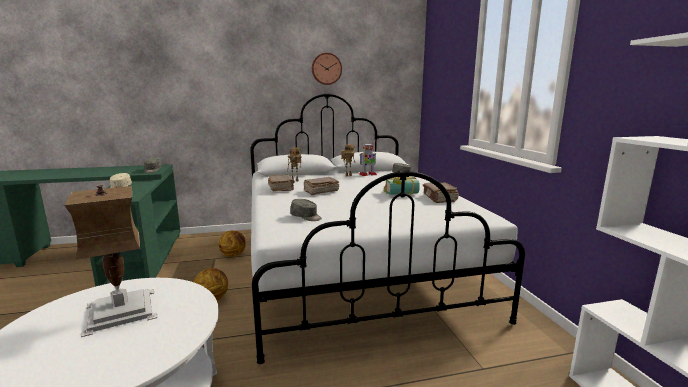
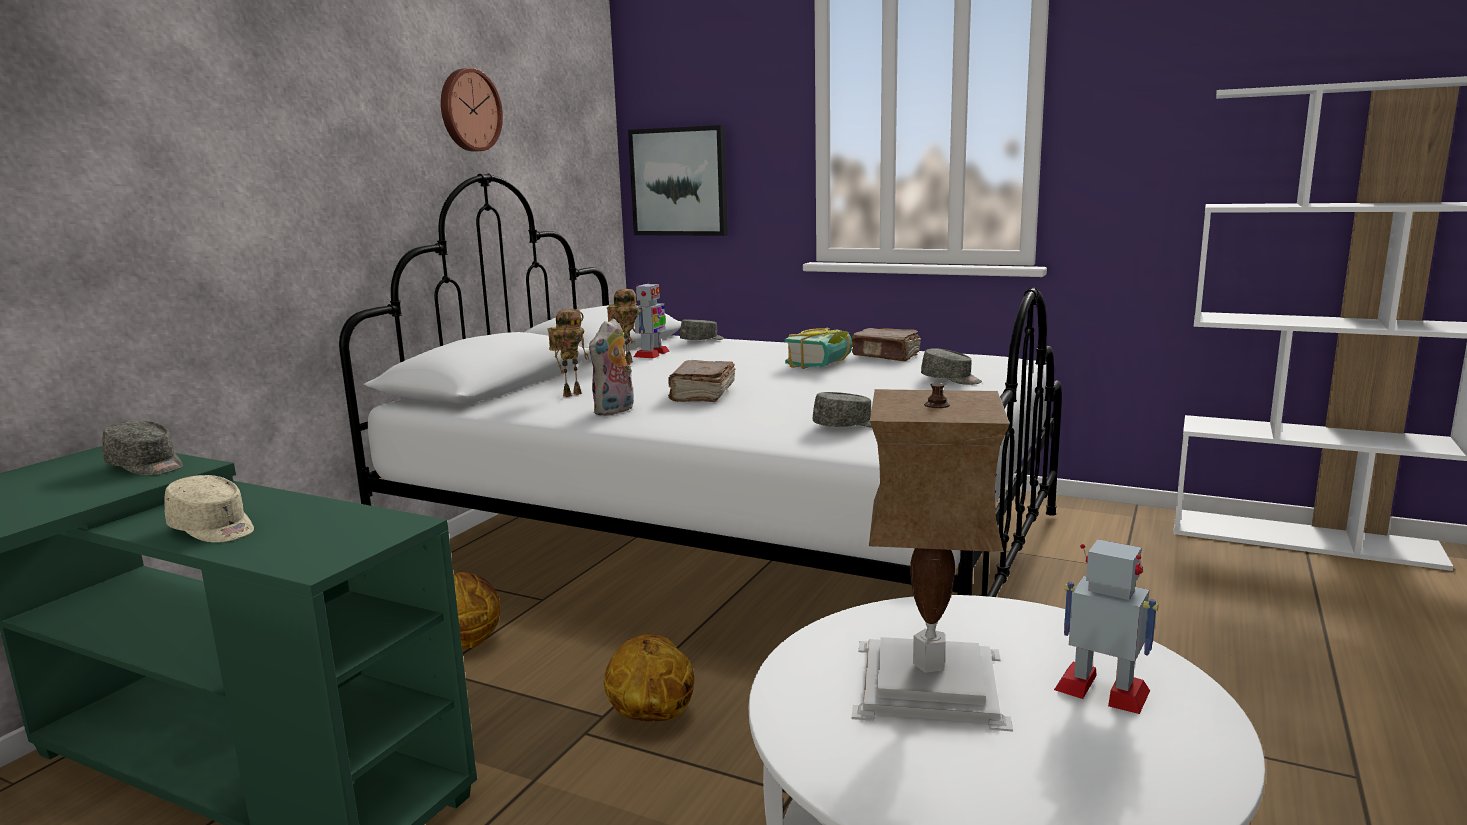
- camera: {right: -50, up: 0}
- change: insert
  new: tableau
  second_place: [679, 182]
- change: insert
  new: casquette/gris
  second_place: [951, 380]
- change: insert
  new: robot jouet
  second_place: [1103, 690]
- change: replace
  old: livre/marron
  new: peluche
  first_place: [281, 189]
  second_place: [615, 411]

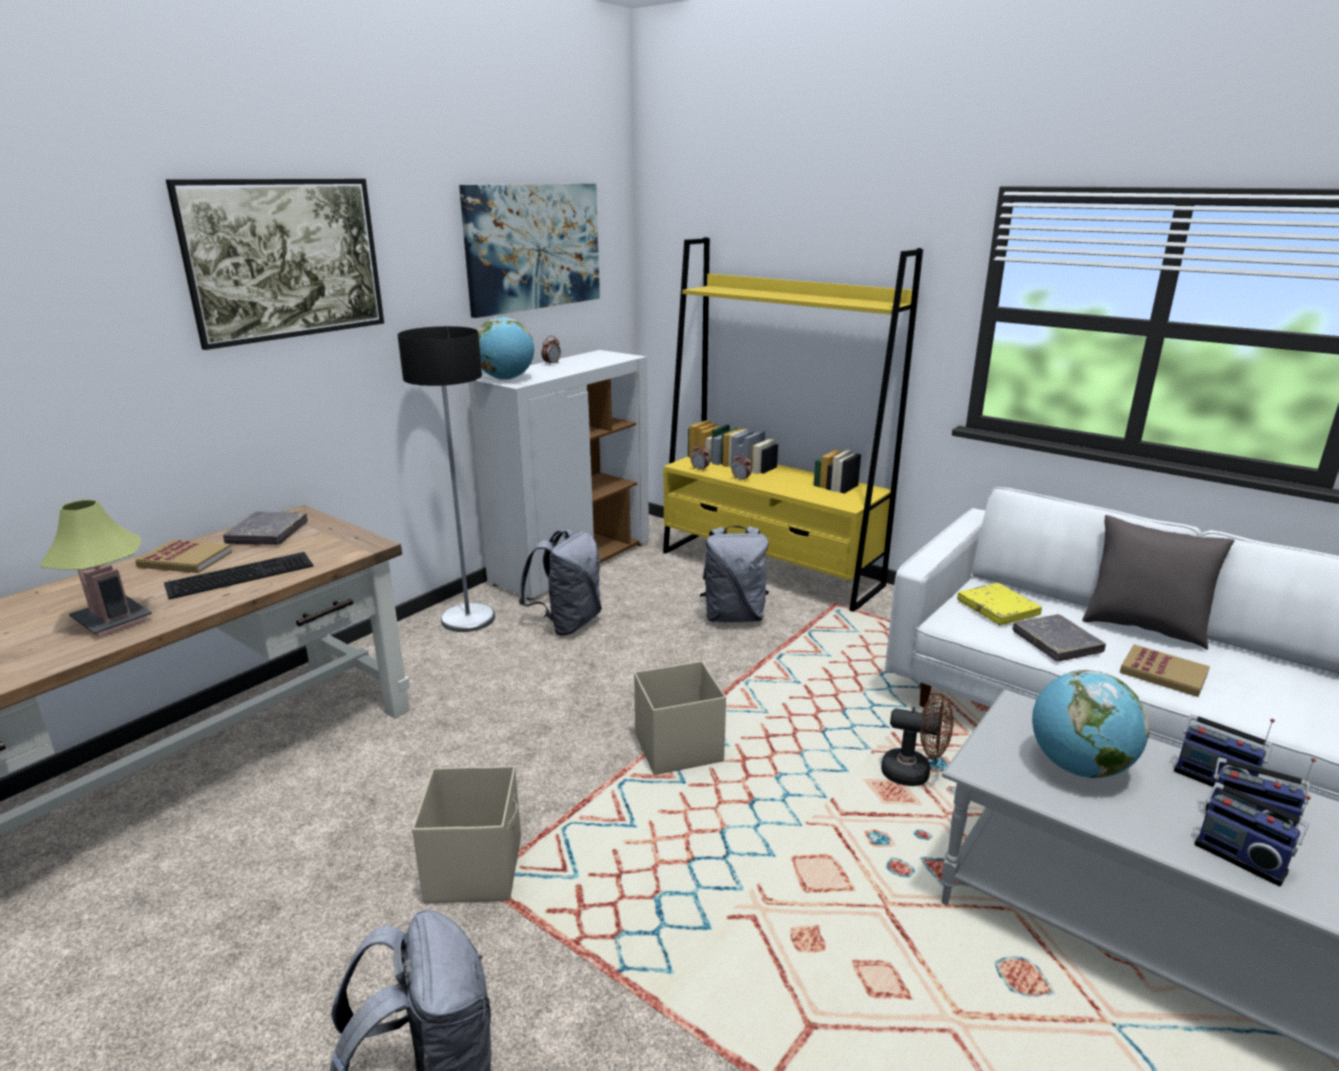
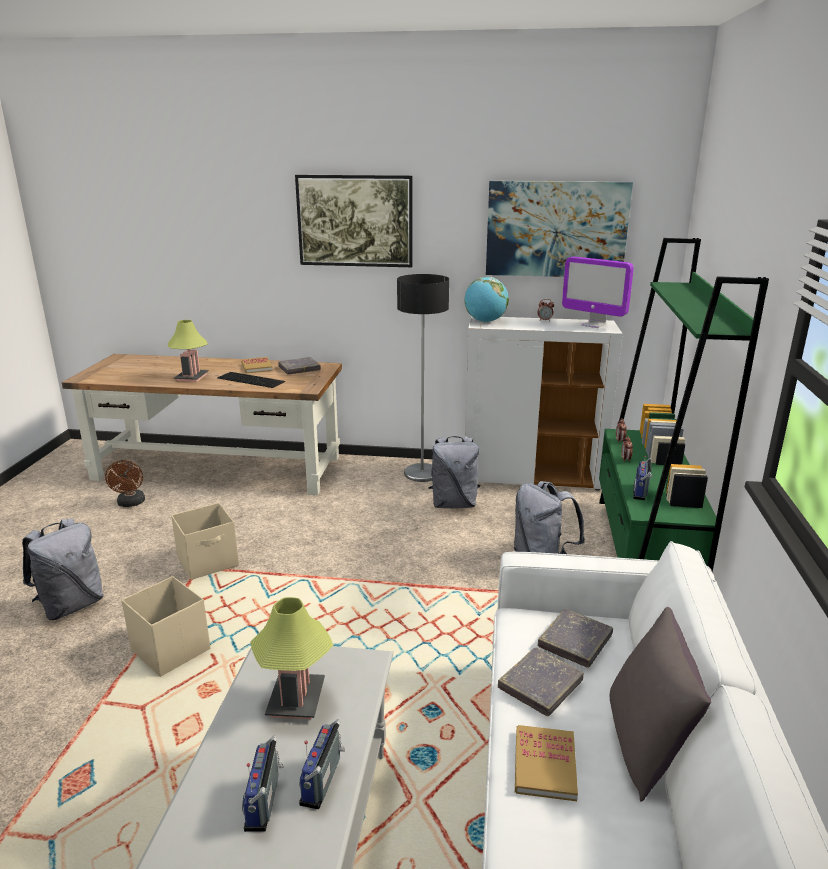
- camera: {right: 60, up: 0}
- change: insert
  new: écran d'ordinateur
  second_place: [593, 325]
- change: move
  old: boîte de rangement/beige
  first_place: [677, 748]
  second_place: [170, 649]
- change: move
  old: ventilateur/marron
  first_place: [914, 773]
  second_place: [131, 503]
- change: move
  old: radio
  first_place: [1241, 856]
  second_place: [641, 492]
- change: replace
  old: globe
  new: lampe de table
  first_place: [1078, 767]
  second_place: [296, 700]
- change: recolor
  old: bibliothèque/jaune
  new: bibliothèque/vert
  first_place: [770, 569]
  second_place: [643, 554]
- change: recolor
  old: livre/jaune
  new: livre/gris
  first_place: [997, 608]
  second_place: [575, 641]

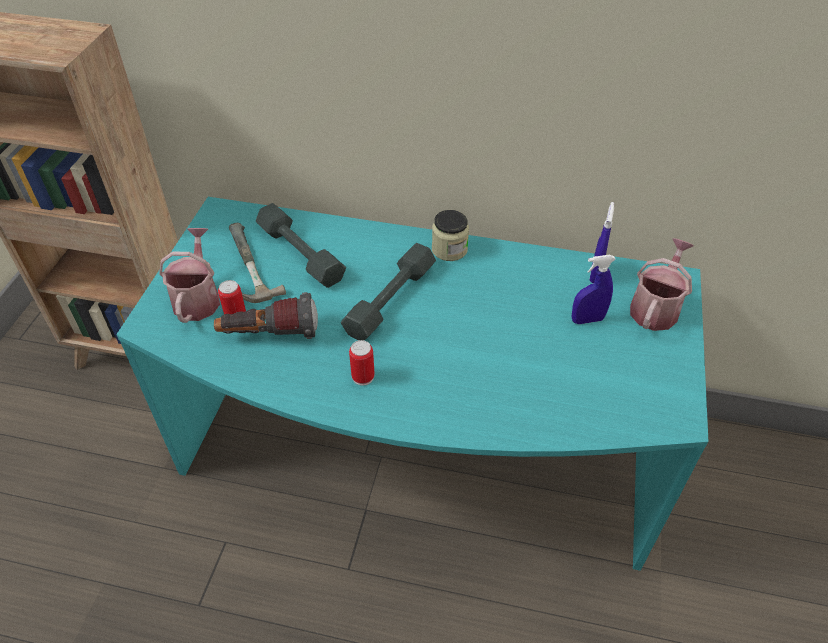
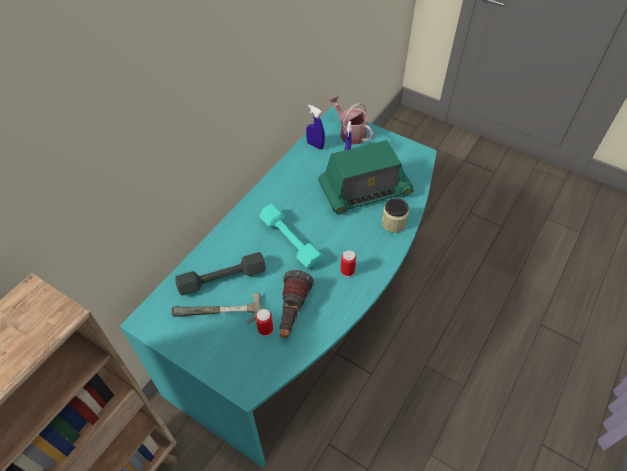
- camera: {right: -70, up: 5}
- change: delete
  old: arrosoir
  first_place: [198, 298]
- change: insert
  new: radio
  second_place: [364, 191]
- change: move
  old: bocal
  first_place: [449, 249]
  second_place: [393, 223]
- change: recolor
  old: haltère/gris
  new: haltère/turquoise
  first_place: [390, 299]
  second_place: [290, 241]

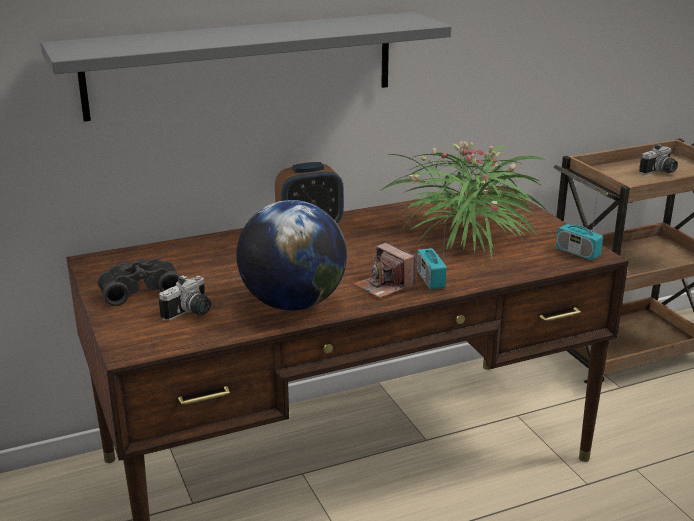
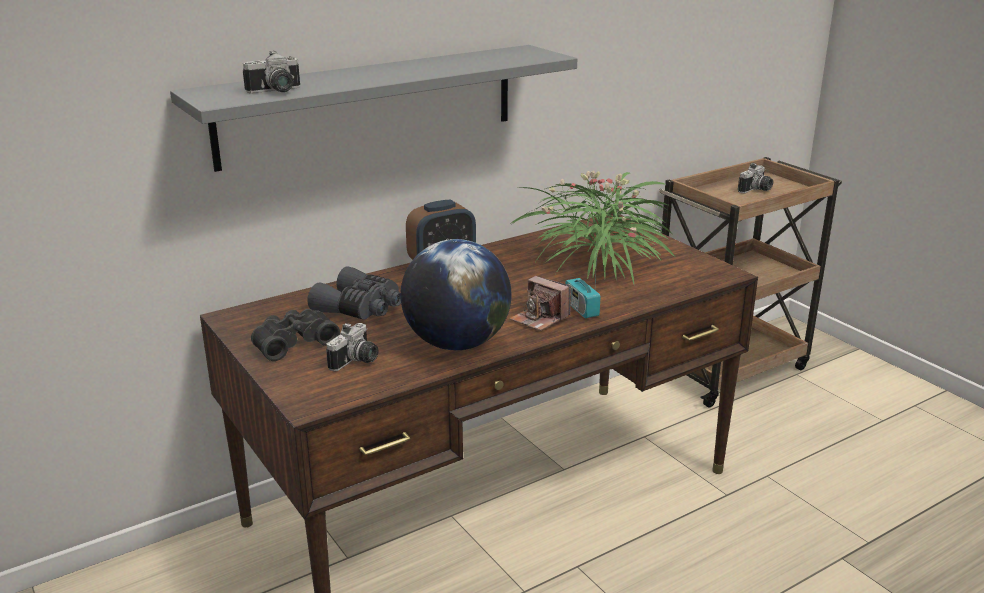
- camera: {right: -10, up: 0}
- change: delete
  old: radio
  first_place: [577, 252]
- change: insert
  new: appareil photo
  second_place: [276, 91]
- change: insert
  new: jumelles/gris
  second_place: [360, 308]

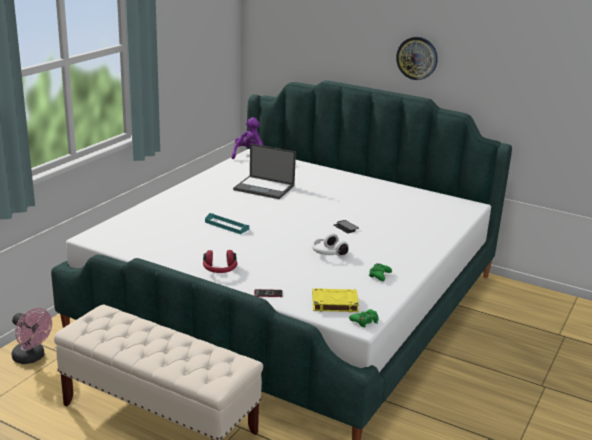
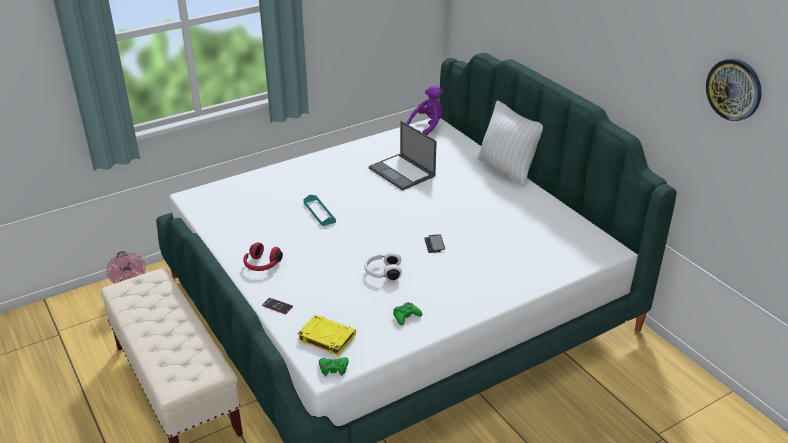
- camera: {right: 30, up: 10}
- change: insert
  new: coussin/blanc
  second_place: [506, 170]
- change: move
  old: horloge murale
  first_place: [417, 58]
  second_place: [734, 89]

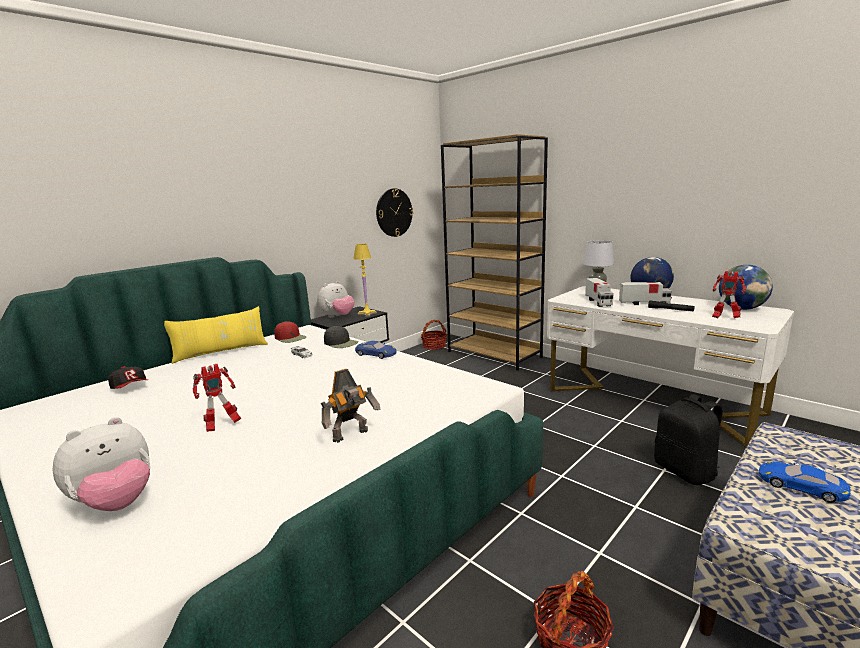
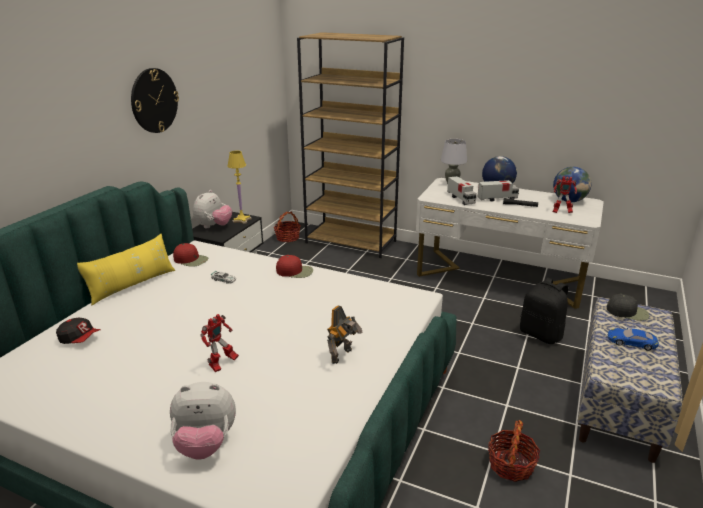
- camera: {right: -20, up: 10}
- change: move
  old: casquette/noir
  first_place: [341, 343]
  second_place: [627, 312]
- change: move
  old: horloge murale
  first_place: [394, 212]
  second_place: [154, 100]
- change: replace
  old: petite voiture/bleu
  new: casquette/rouge
  first_place: [376, 354]
  second_place: [295, 271]
- change: rotate
  old: peluche
  first_place: [116, 503]
  second_place: [205, 444]
  degrees: 60

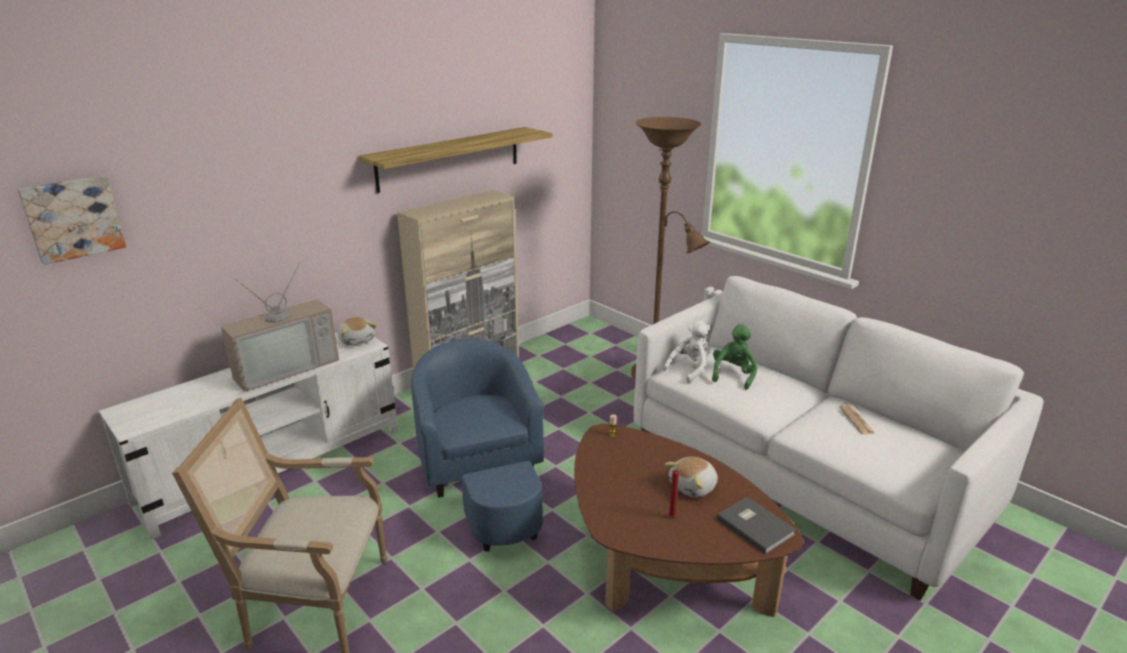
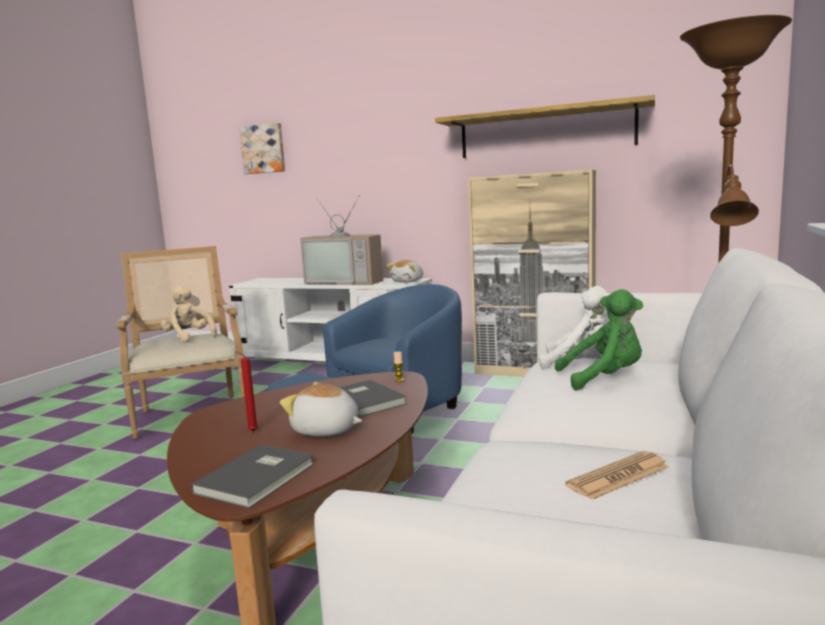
- camera: {right: 65, up: -15}
- change: insert
  new: peluche/beige
  second_place: [189, 337]
- change: insert
  new: livre/gris
  second_place: [366, 400]

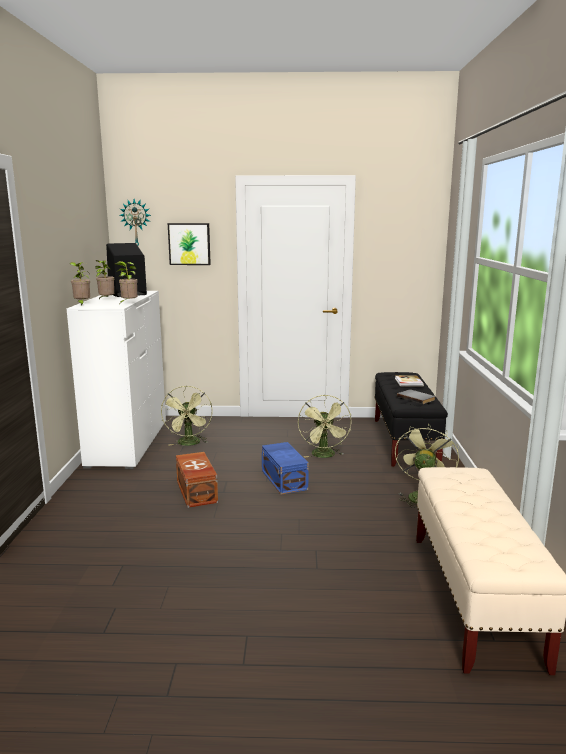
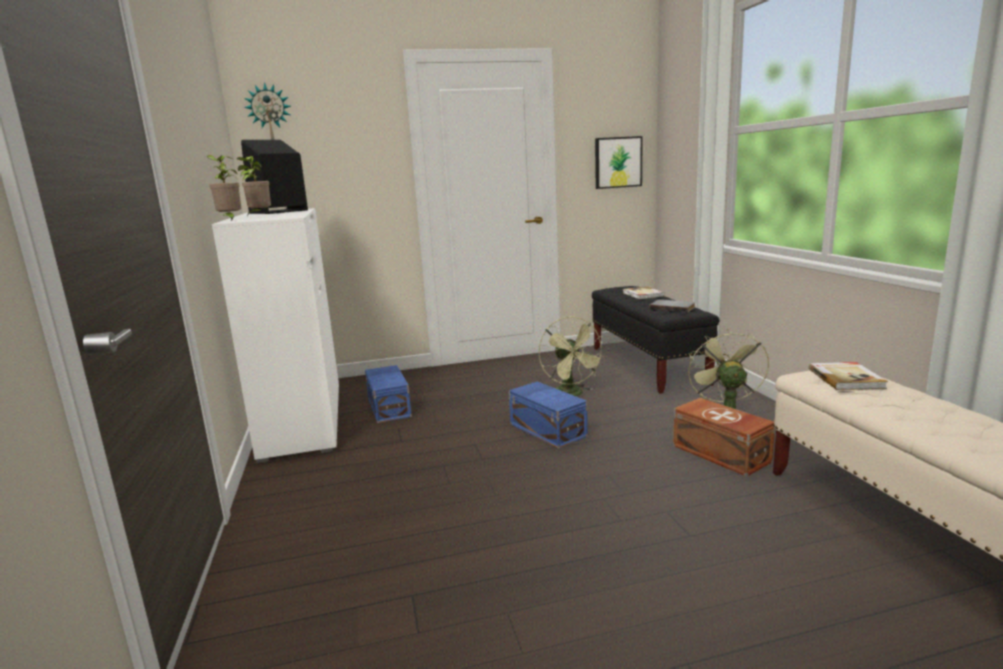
- camera: {right: -15, up: 0}
- change: delete
  old: plante en pot
  first_place: [128, 303]
- change: insert
  new: livre
  second_place: [846, 378]
- change: move
  old: tableau
  first_place: [189, 244]
  second_place: [617, 162]
- change: move
  old: boîte de rangement/marron
  first_place: [196, 492]
  second_place: [721, 454]
- change: replace
  old: ventilateur/vert
  new: boîte de rangement/bleu
  first_place: [189, 444]
  second_place: [390, 407]

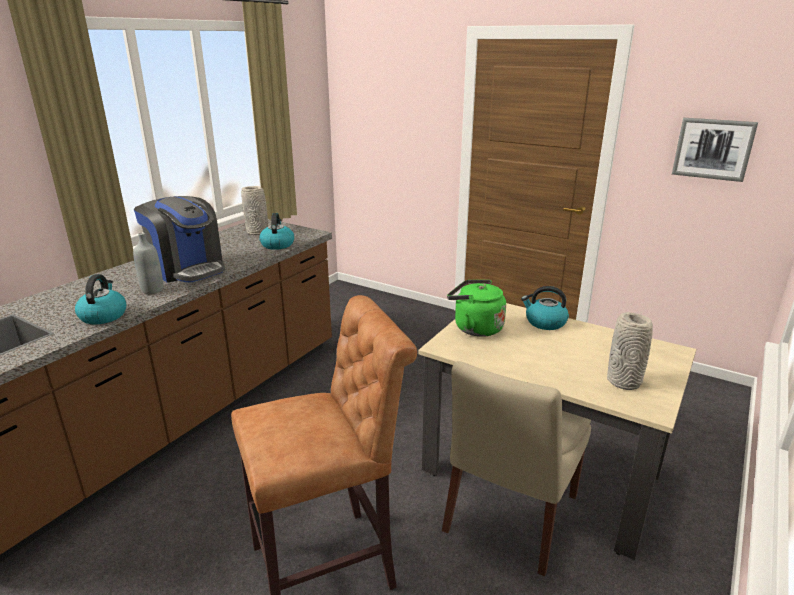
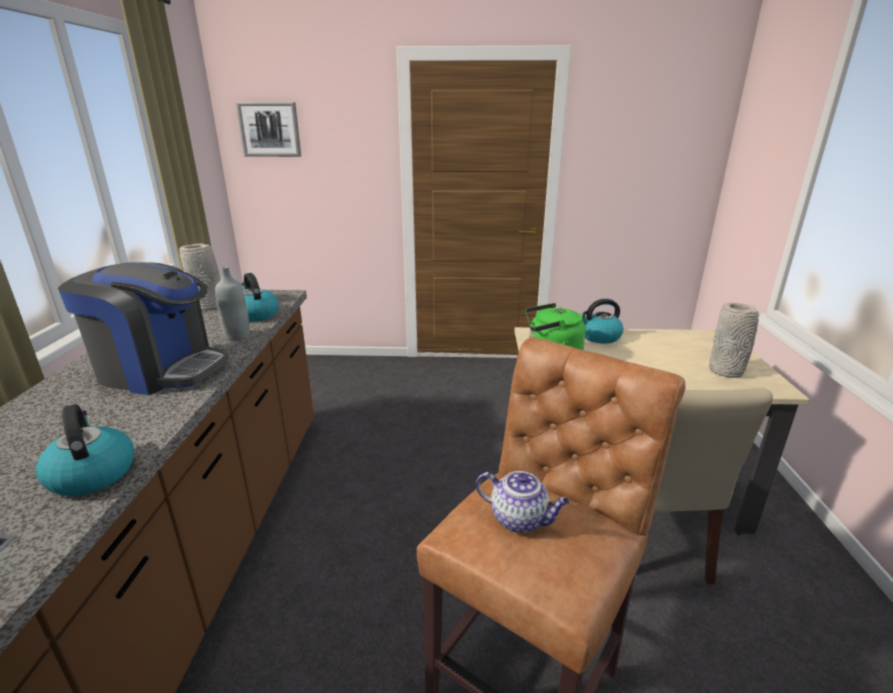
- camera: {right: -30, up: 0}
- change: insert
  new: théière
  second_place: [520, 519]
- change: move
  old: bouteille/gris
  first_place: [152, 290]
  second_place: [237, 336]
- change: move
  old: tableau
  first_place: [713, 149]
  second_place: [270, 129]

